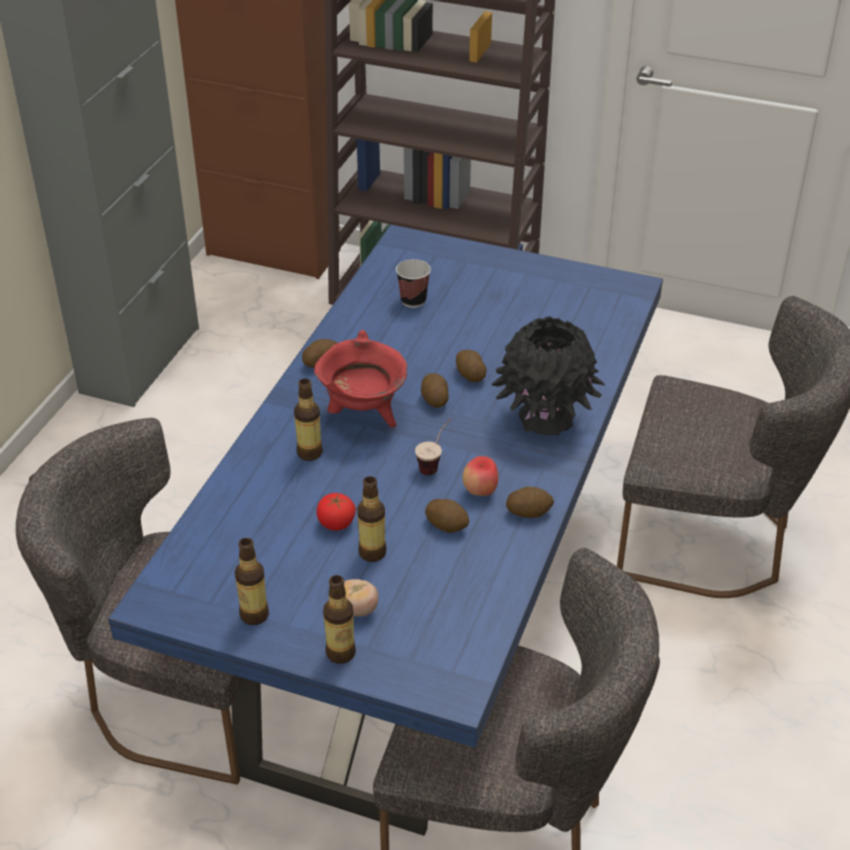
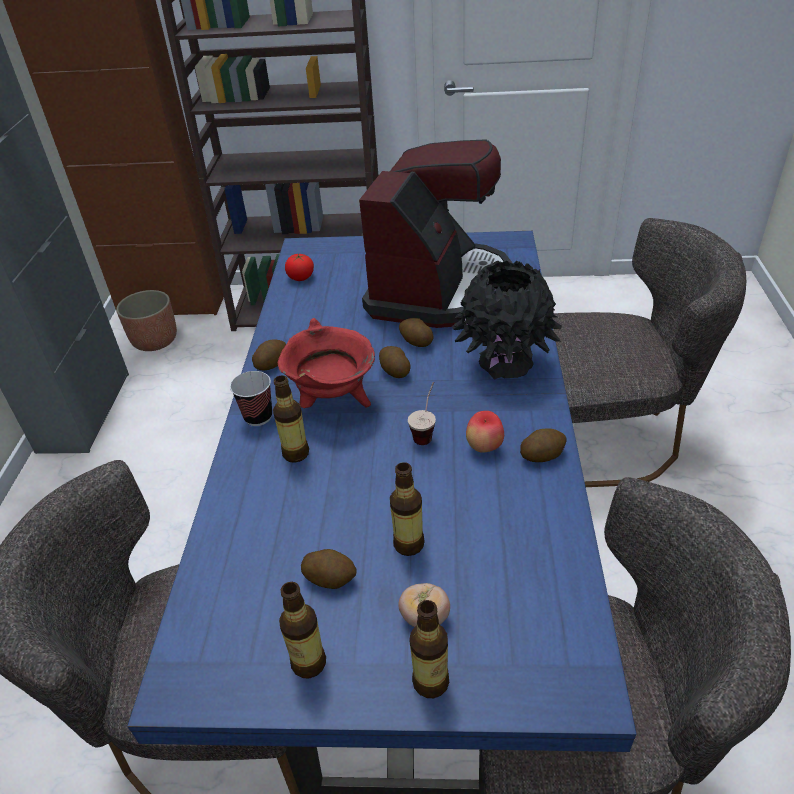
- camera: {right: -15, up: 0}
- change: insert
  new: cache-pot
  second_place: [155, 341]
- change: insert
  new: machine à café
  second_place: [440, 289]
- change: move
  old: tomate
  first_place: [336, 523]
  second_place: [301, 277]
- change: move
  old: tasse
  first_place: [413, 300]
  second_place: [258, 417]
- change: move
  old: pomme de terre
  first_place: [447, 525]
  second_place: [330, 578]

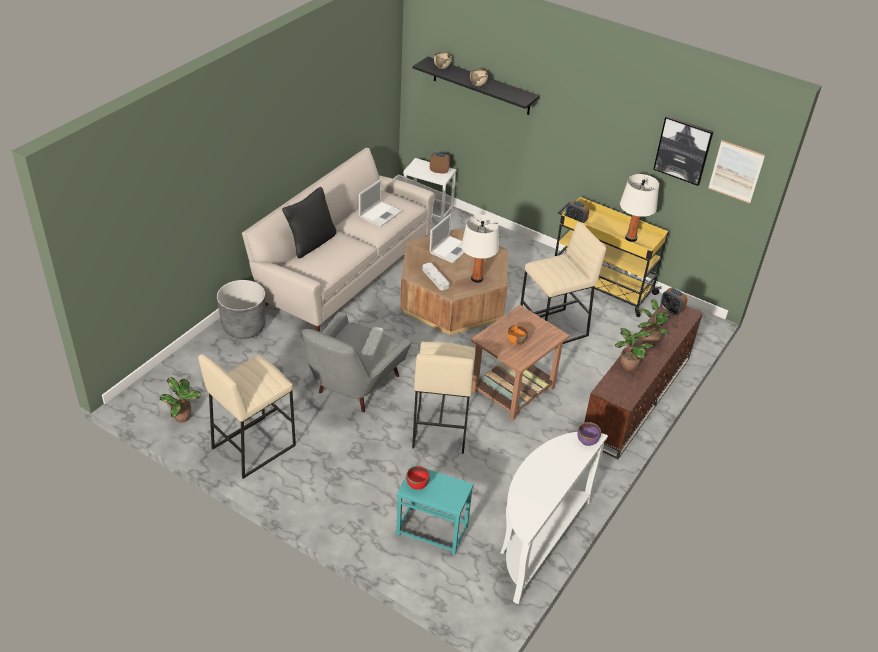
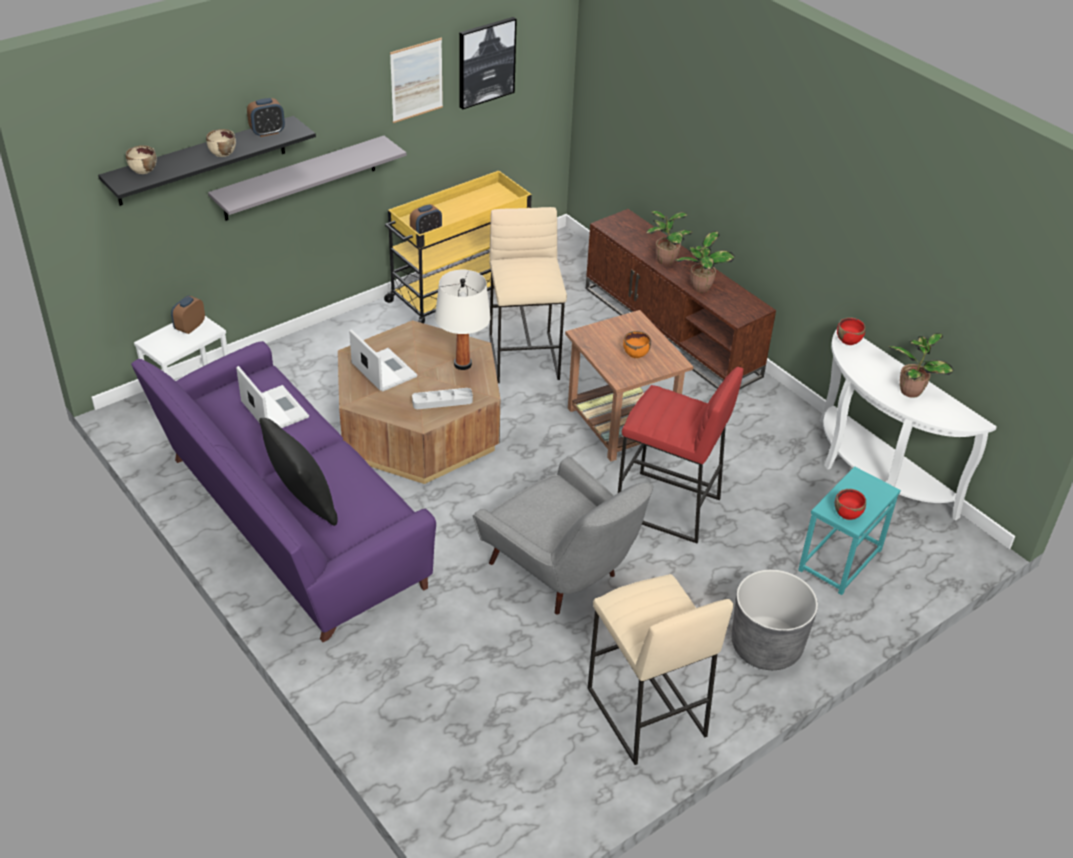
- camera: {right: -70, up: 0}
- change: delete
  old: plateau/gris
  first_place: [372, 345]
- change: delete
  old: lampe de table/blanc
  first_place: [631, 238]
- change: insert
  new: étagère/gris
  second_place: [300, 178]
- change: move
  old: plante en pot
  first_place: [183, 417]
  second_place: [911, 390]
- change: move
  old: cache-pot/gris
  first_place: [244, 327]
  second_place: [766, 646]
- change: move
  old: réveil
  first_place: [671, 310]
  second_place: [267, 132]
- change: move
  old: tableau
  first_place: [736, 171]
  second_place: [416, 80]
- change: recolor
  old: canapé/beige
  new: canapé/violet
  first_place: [343, 270]
  second_place: [288, 524]
- change: recolor
  old: tabouret/beige
  new: tabouret/rouge
  first_place: [440, 427]
  second_place: [667, 507]
- change: recolor
  old: bol/violet
  new: bol/rouge
  first_place: [587, 441]
  second_place: [848, 340]

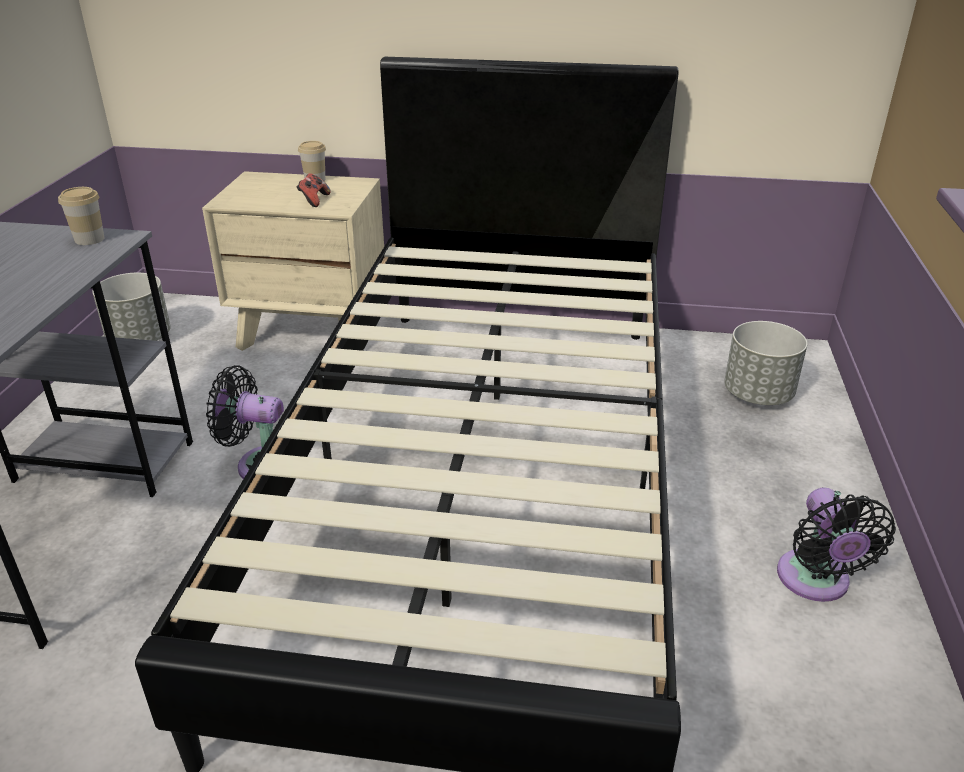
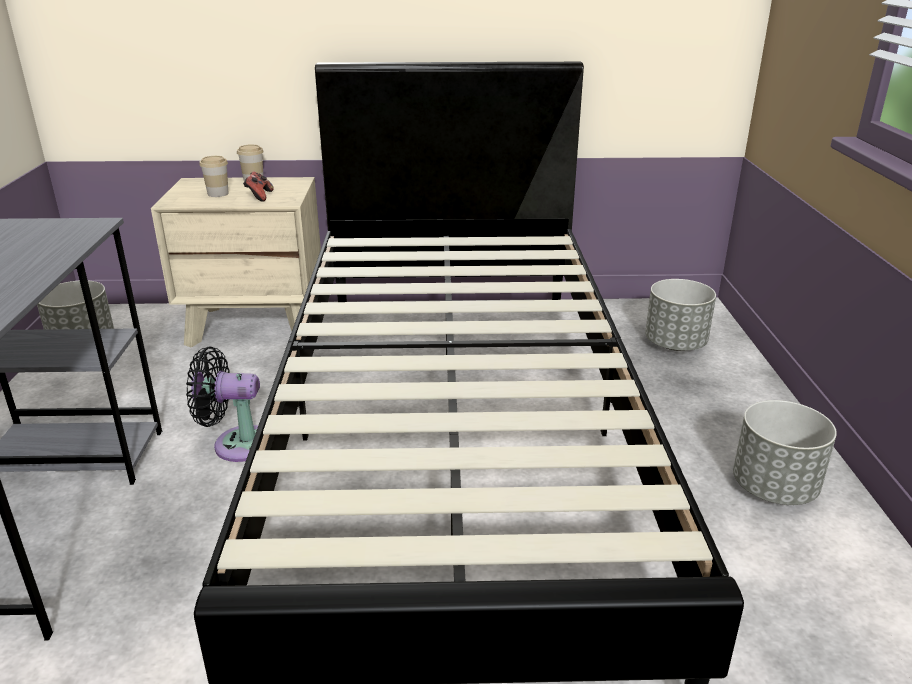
- camera: {right: -10, up: -5}
- change: move
  old: tasse
  first_place: [89, 239]
  second_place: [218, 194]
- change: replace
  old: ventilateur/noir
  new: cache-pot/gris
  first_place: [815, 582]
  second_place: [774, 488]

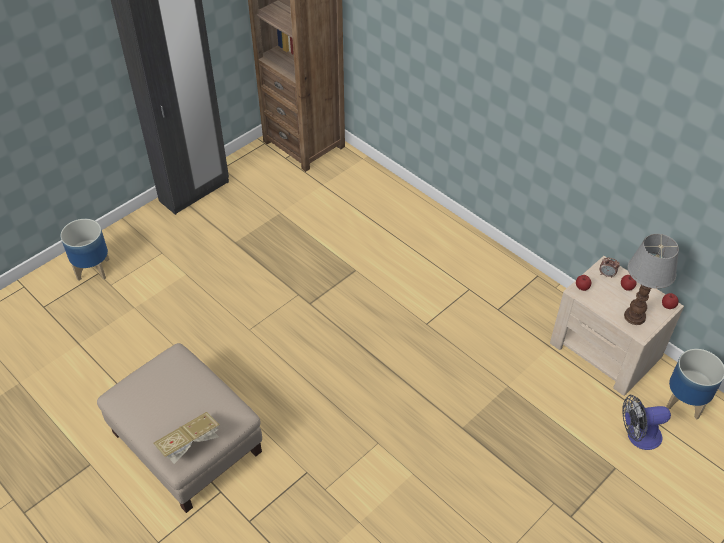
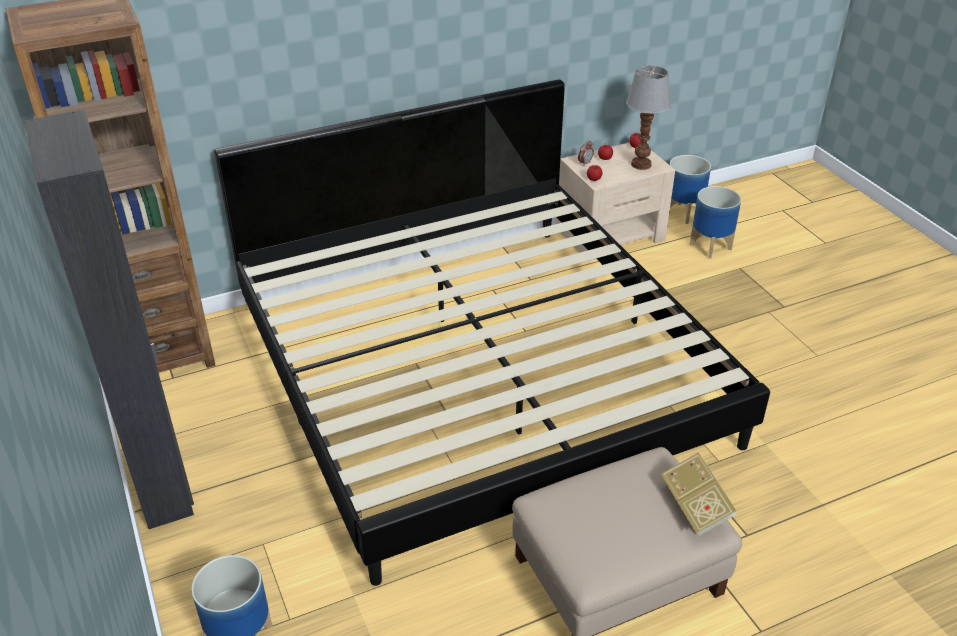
- camera: {right: -70, up: -10}
- change: insert
  new: lit
  second_place: [478, 372]
- change: replace
  old: ventilateur
  new: cache-pot
  first_place: [638, 436]
  second_place: [710, 246]

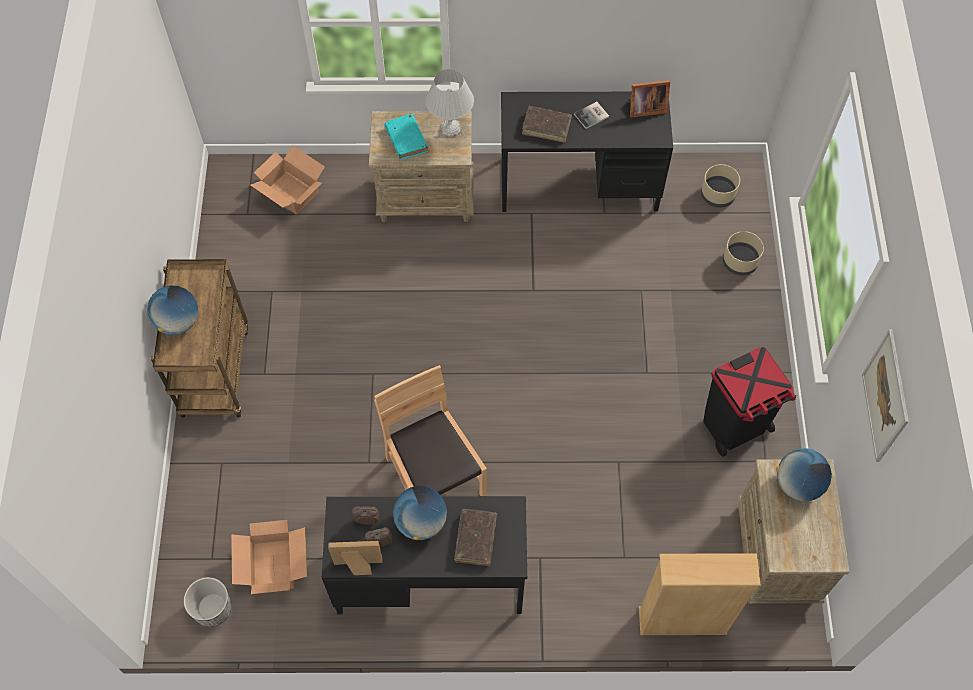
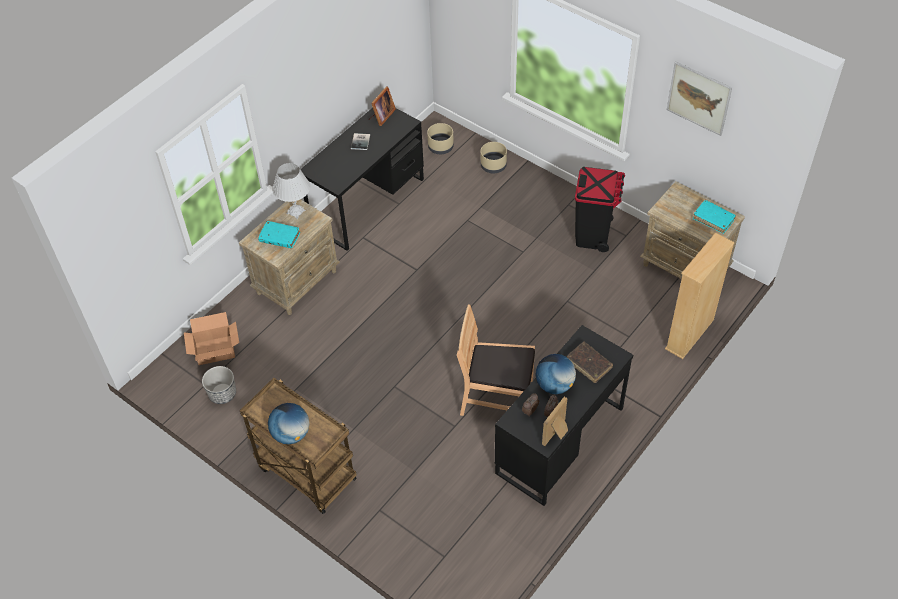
- camera: {right: -50, up: -10}
- change: delete
  old: carton
  first_place: [273, 566]
- change: delete
  old: livre/marron
  first_place: [546, 127]
- change: delete
  old: globe
  first_place: [798, 484]
- change: insert
  new: livre/turquoise
  second_place: [713, 219]
- change: move
  old: cache-pot
  first_place: [213, 608]
  second_place: [222, 393]

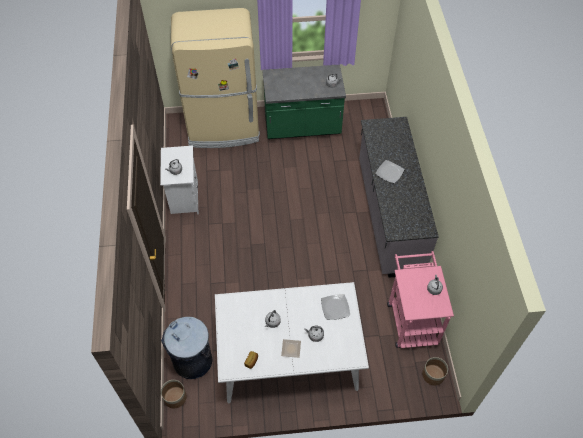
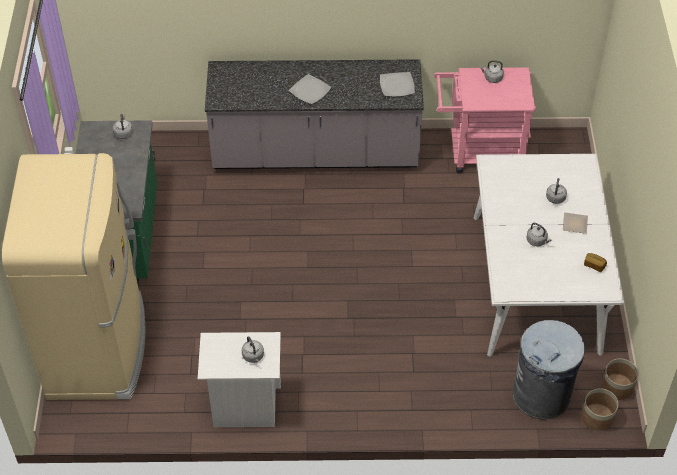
- camera: {right: -85, up: -5}
- change: move
  old: assiette
  first_place: [335, 308]
  second_place: [397, 85]
- change: move
  old: cache-pot
  first_place: [433, 375]
  second_place: [617, 386]

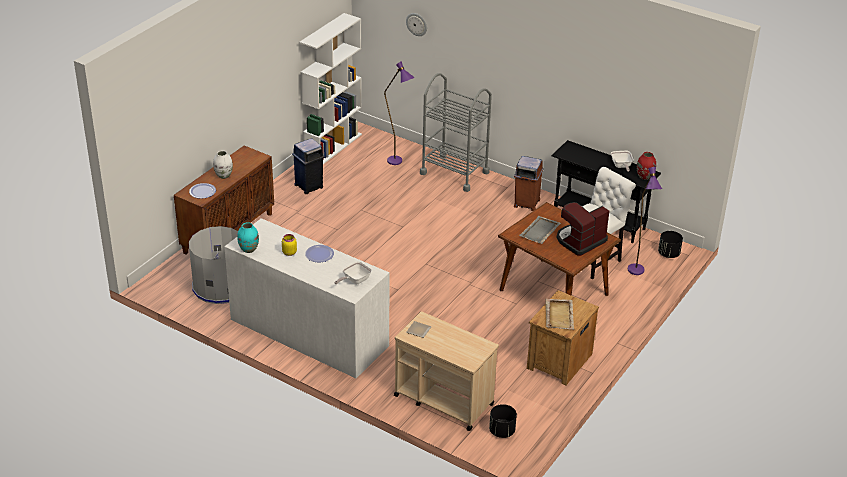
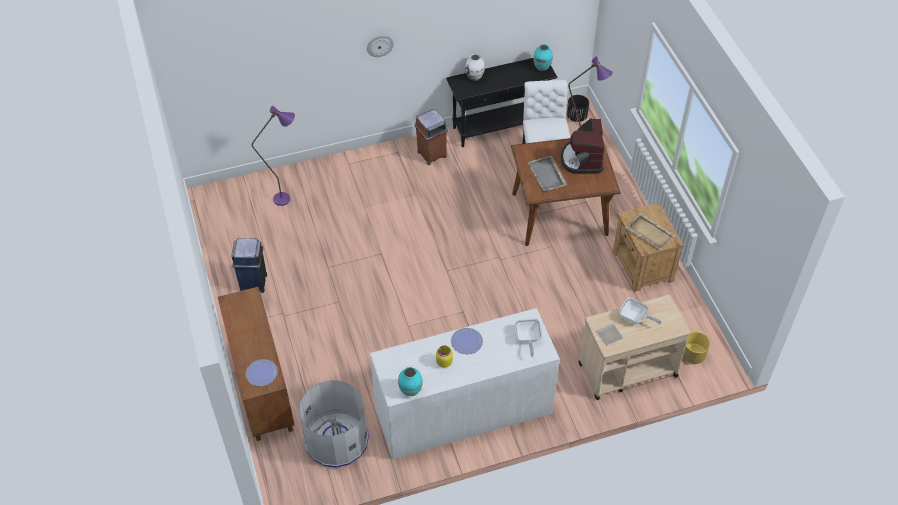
- camera: {right: -50, up: 15}
- change: delete
  old: bibliothèque/blanc
  first_place: [333, 147]
- change: delete
  old: chariot/gris
  first_place: [454, 173]
- change: move
  old: vase/blanc
  first_place: [224, 175]
  second_place: [475, 77]
- change: move
  old: horloge murale
  first_place: [417, 24]
  second_place: [380, 45]
- change: move
  old: poêle
  first_place: [621, 166]
  second_place: [635, 318]
- change: recolor
  old: cache-pot/noir
  new: cache-pot/jaune
  first_place: [502, 431]
  second_place: [693, 355]
- change: recolor
  old: vase/rouge
  new: vase/turquoise
  first_place: [644, 176]
  second_place: [541, 67]

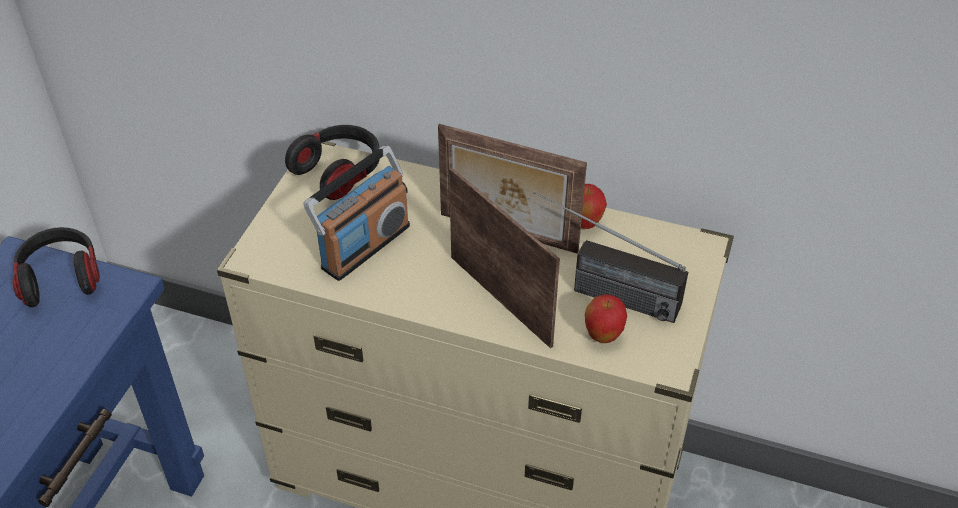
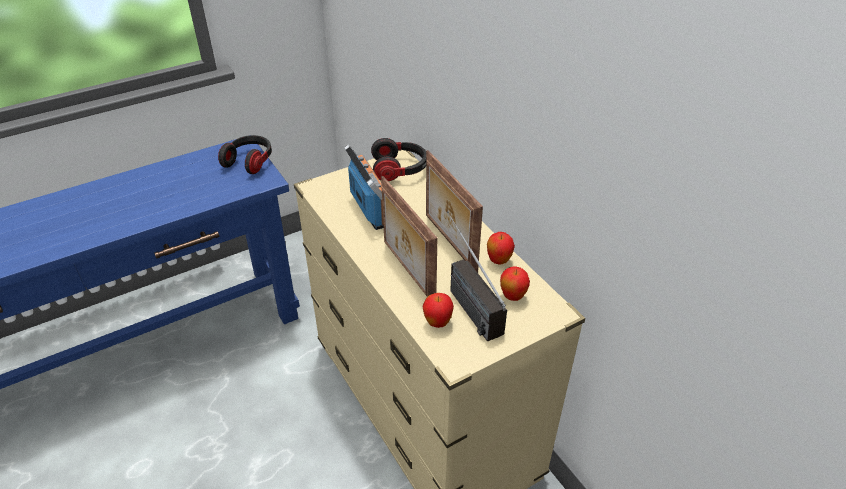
- camera: {right: 40, up: -5}
- change: insert
  new: pomme
  second_place: [512, 296]
- change: rotate
  old: radio
  first_place: [364, 246]
  second_place: [370, 209]
  degrees: -105
- change: rotate
  old: cadre photo
  first_place: [502, 299]
  second_place: [407, 272]
  degrees: 150

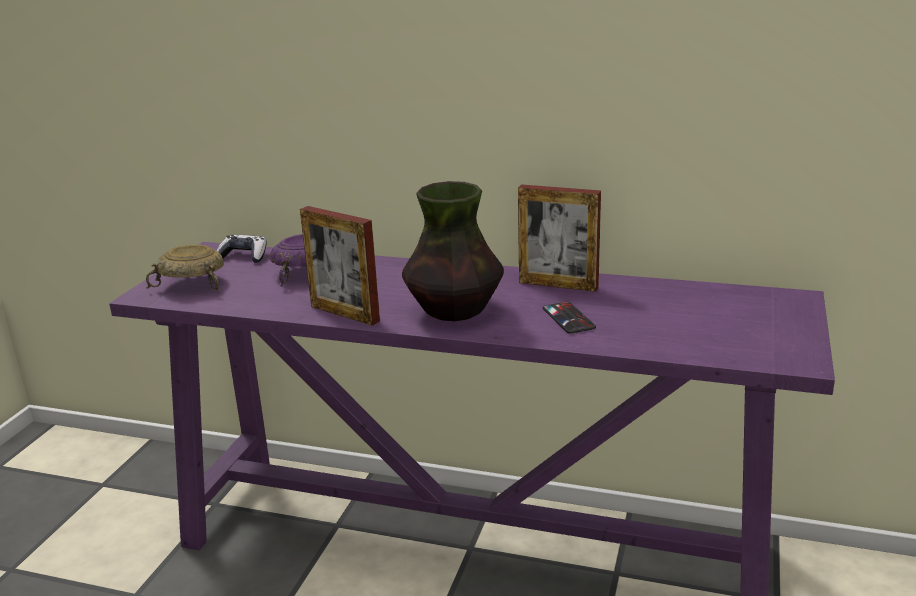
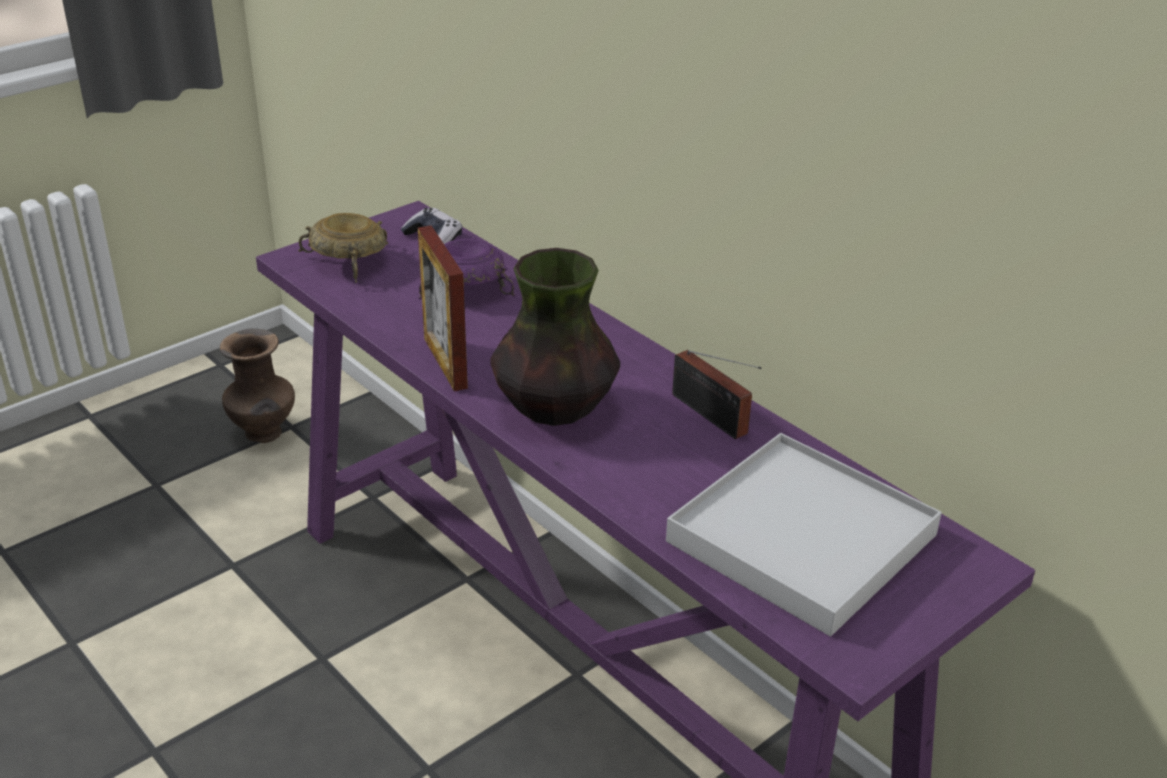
- camera: {right: 30, up: 10}
- change: delete
  old: téléphone
  first_place: [568, 318]
- change: insert
  new: vase/marron
  second_place: [264, 434]
- change: insert
  new: plateau/blanc
  second_place: [802, 538]
- change: replace
  old: cadre photo
  new: radio
  first_place: [558, 285]
  second_place: [712, 417]

